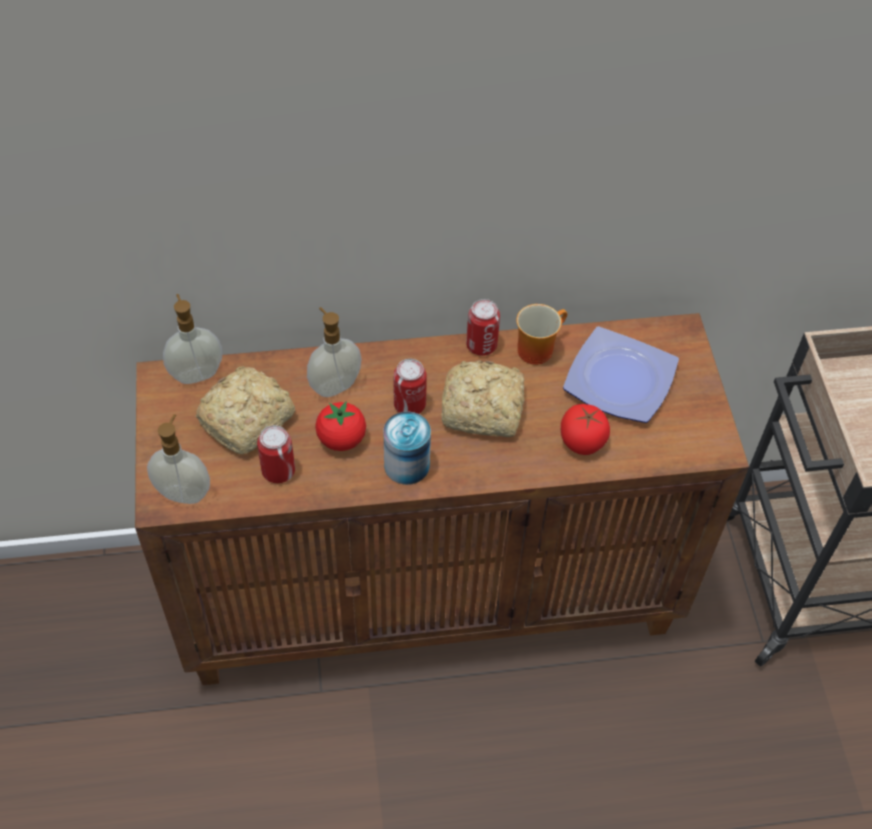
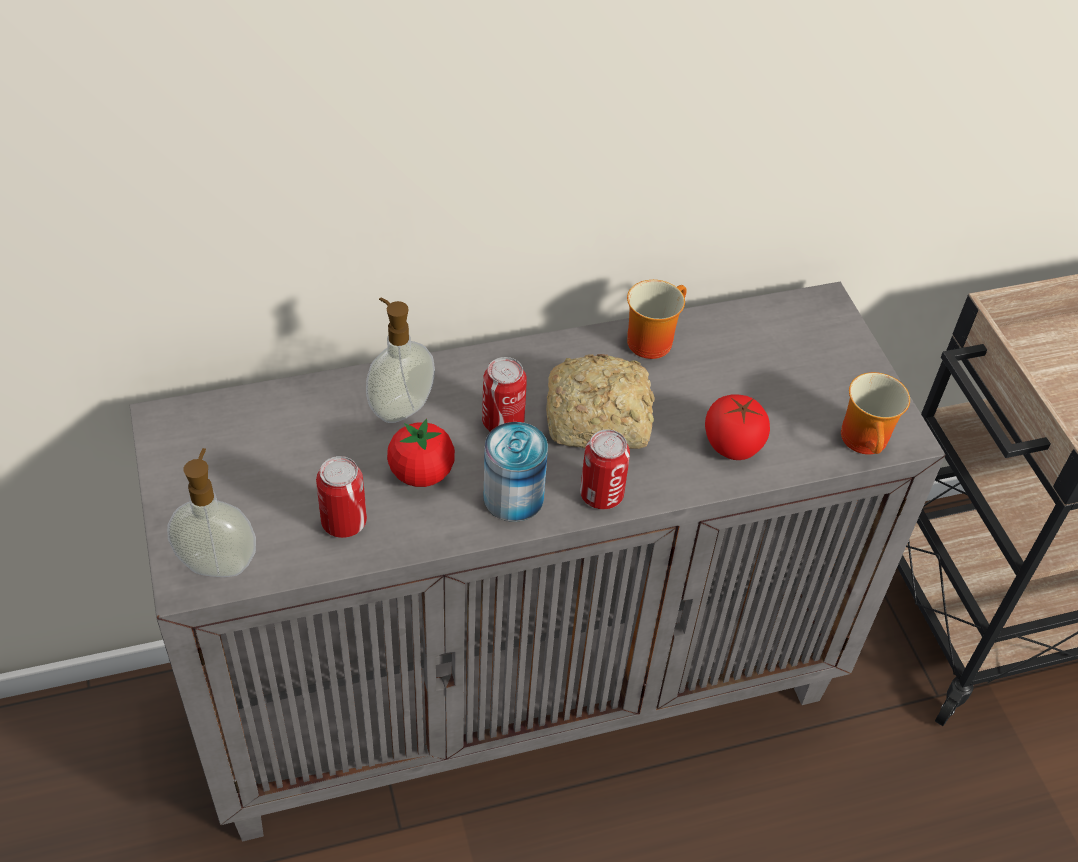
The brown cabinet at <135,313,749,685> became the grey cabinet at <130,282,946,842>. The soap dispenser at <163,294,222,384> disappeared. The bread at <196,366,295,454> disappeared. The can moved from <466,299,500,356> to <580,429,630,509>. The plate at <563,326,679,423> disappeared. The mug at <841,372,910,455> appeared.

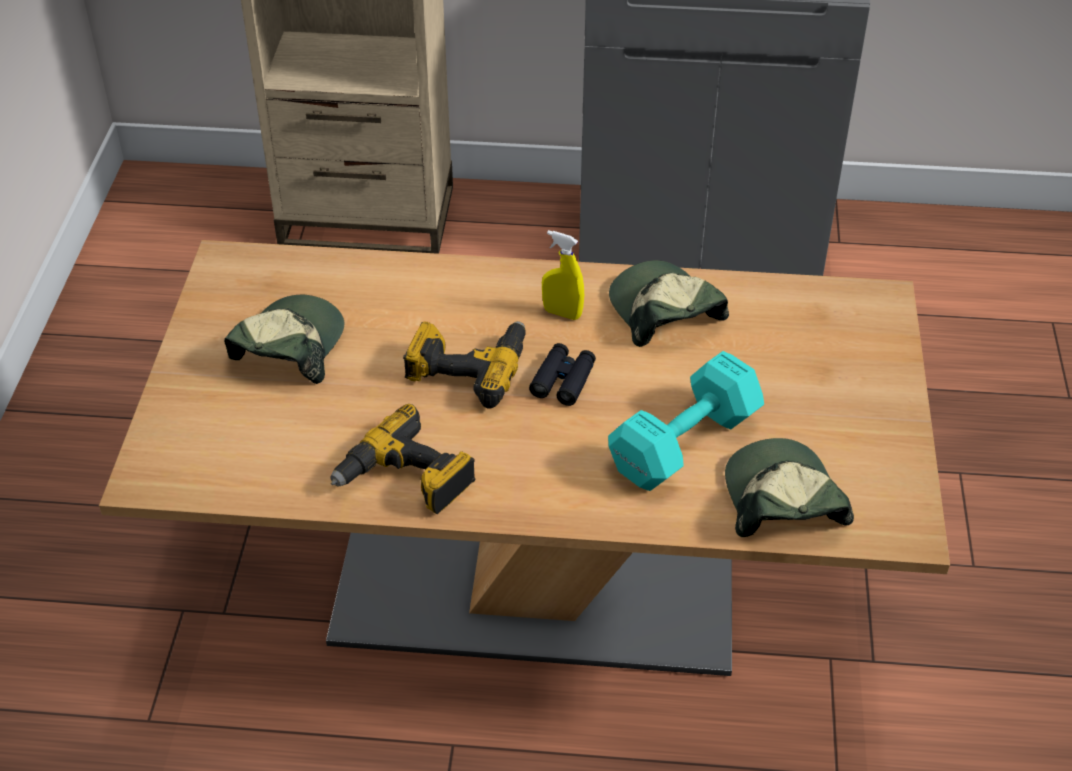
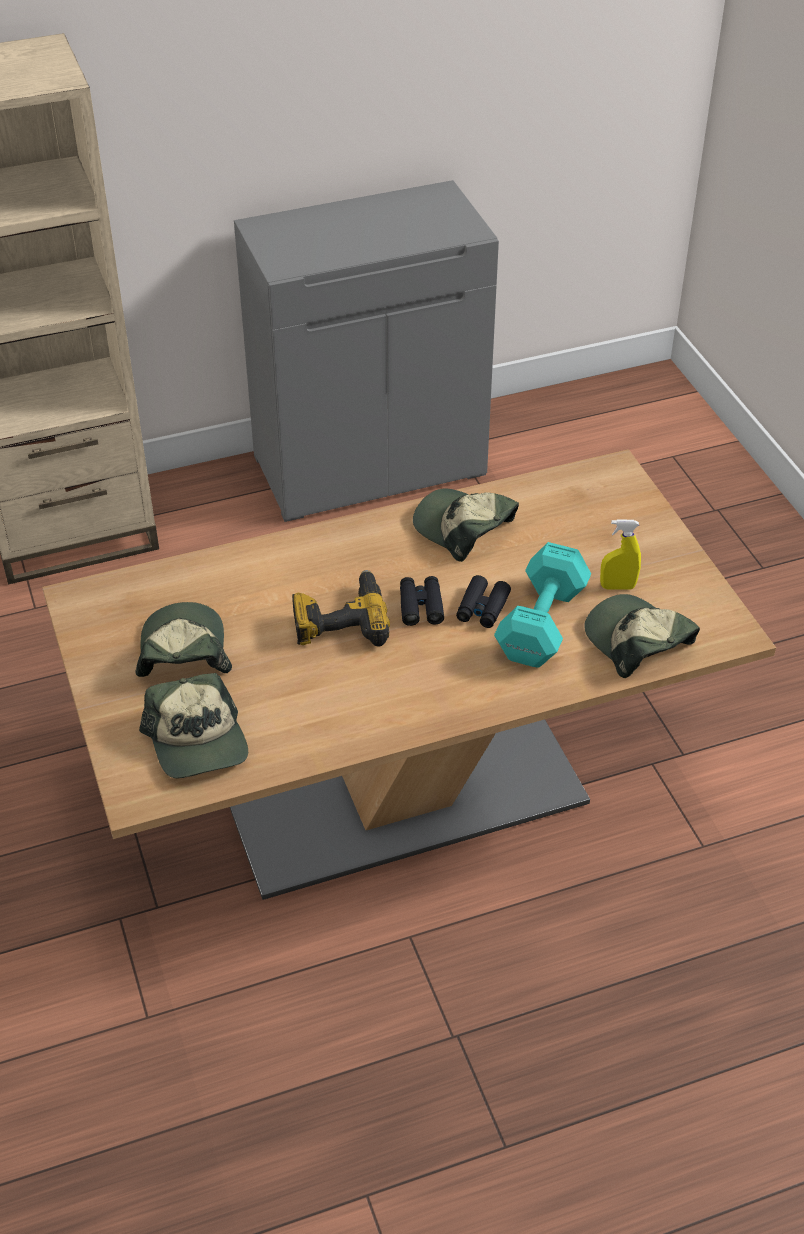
The power drill at <330,404,475,514> disappeared. The yellow spray bottle moved from <542,230,584,320> to <600,520,641,590>. The cap at <139,673,248,778> appeared. The black binoculars at <456,575,511,628> appeared.

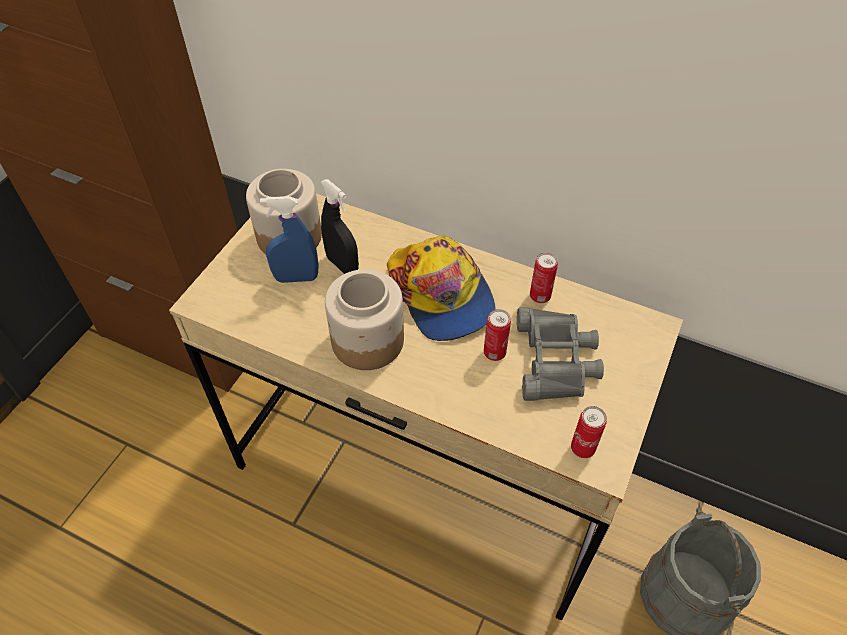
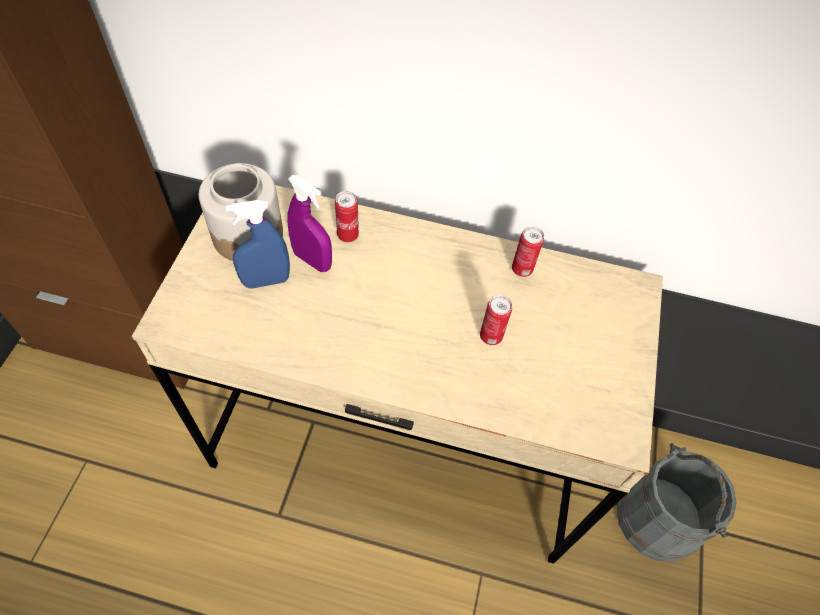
The black spray bottle at <321,179,359,274> became the purple spray bottle at <287,175,332,272>. The jar at <325,269,404,370> disappeared. The cap at <387,236,496,341> disappeared. The grey binoculars at <517,307,604,401> disappeared. The can moved from <571,406,607,458> to <335,191,359,243>.

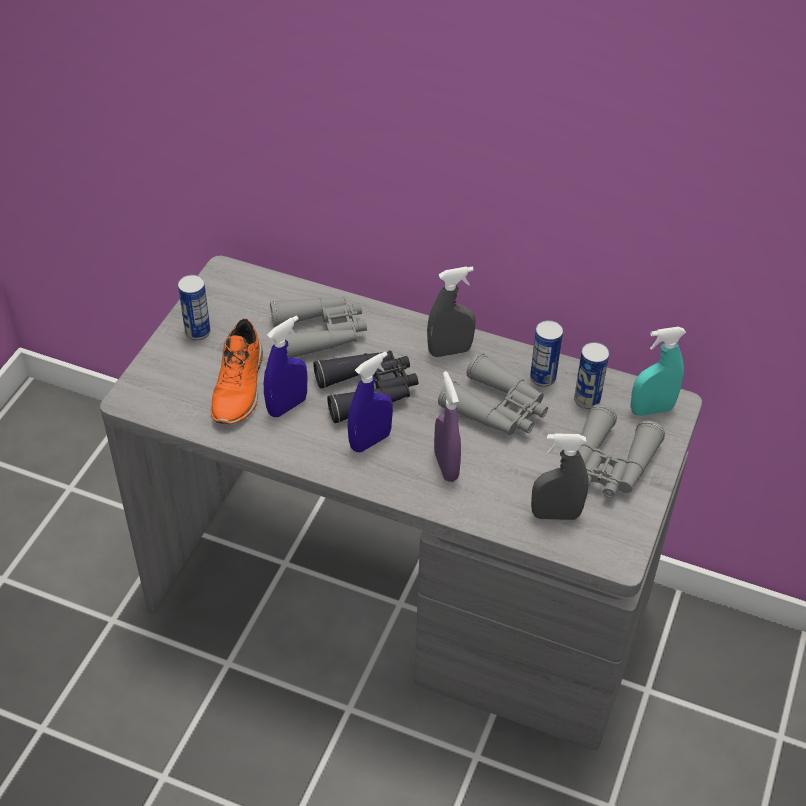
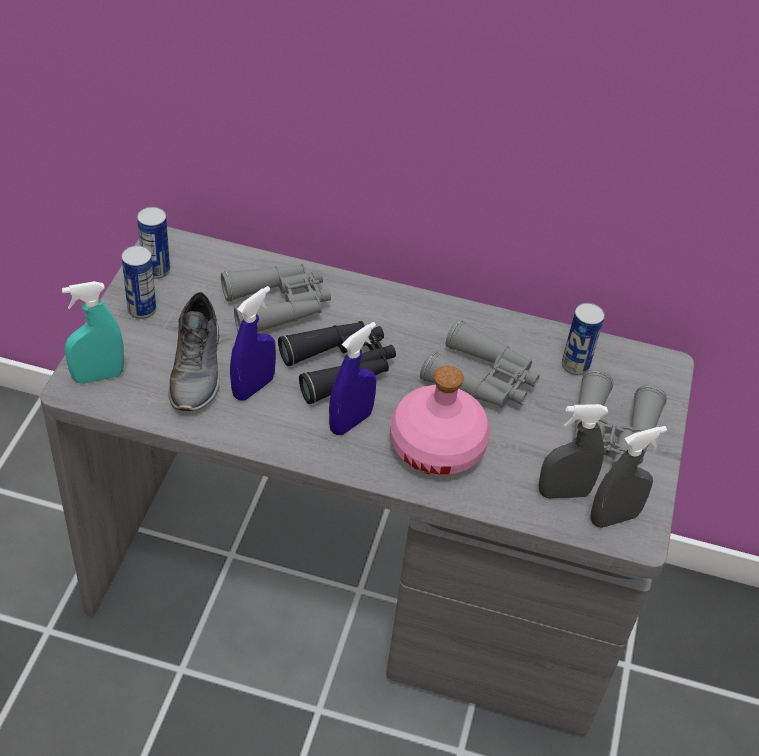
The orange shoe at <211,318,263,424> became the grey shoe at <168,292,220,411>. The grey spray bottle moved from <427,267,476,357> to <591,426,667,528>. The purple spray bottle at <434,371,461,482> was replaced by the pink bottle at <390,366,490,476>. The can moved from <530,320,563,387> to <137,207,170,279>. The turquoise spray bottle moved from <631,327,686,416> to <62,281,124,384>.

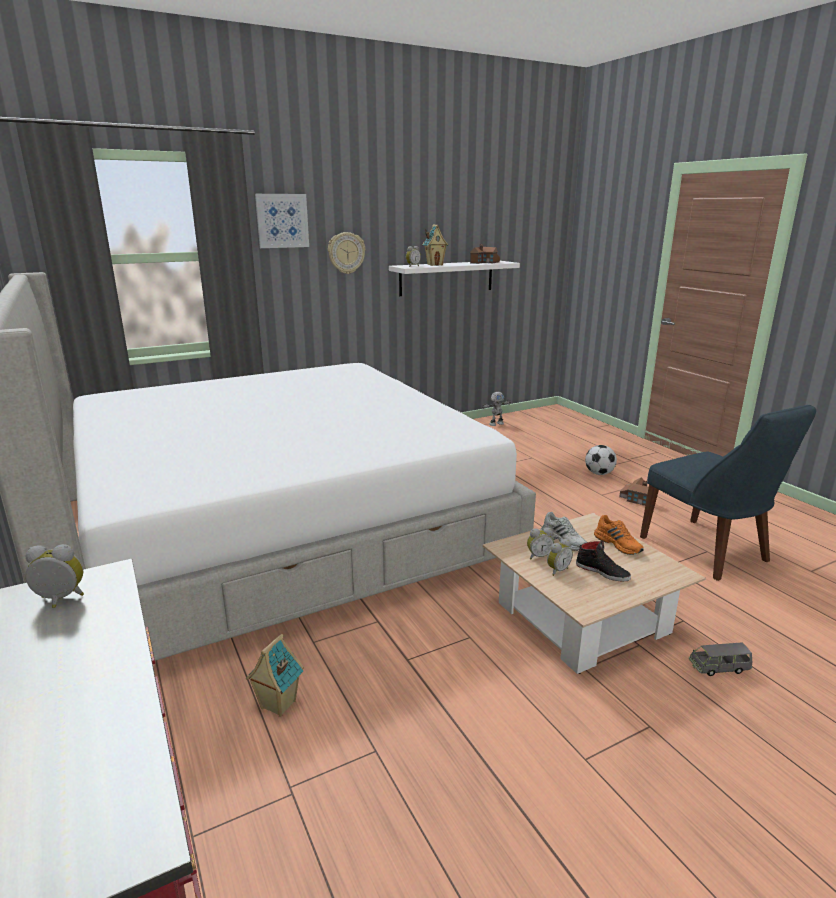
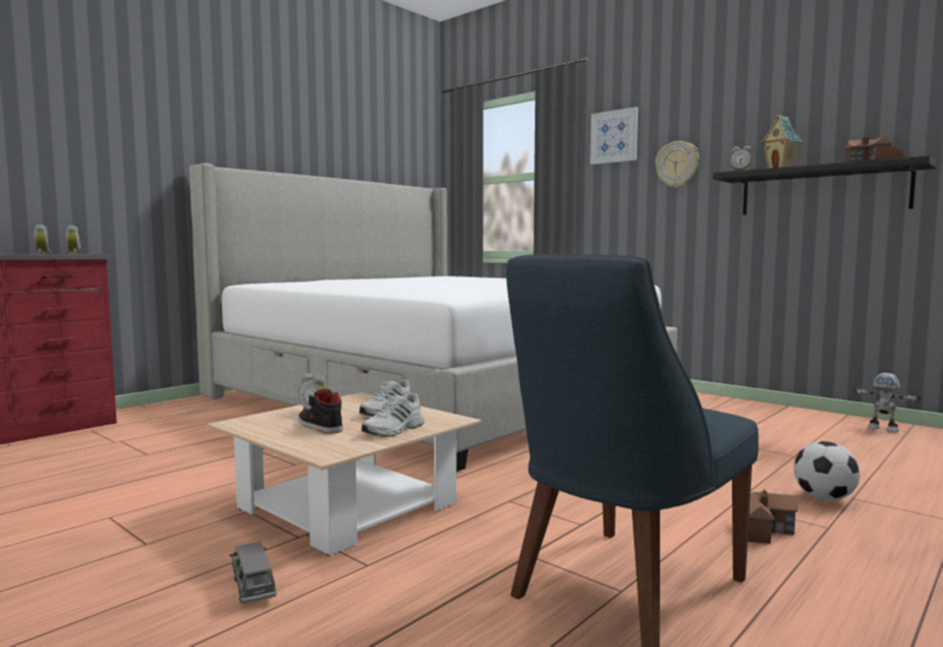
The toy house at <246,634,304,717> disappeared. The white shelf at <389,261,520,296> became the black shelf at <713,155,938,215>. The alarm clock moved from <527,527,554,559> to <34,224,52,254>. The black shoe at <576,540,631,582> turned 120 degrees clockwise. The orange shoe at <594,515,644,555> became the white shoe at <361,393,425,437>.

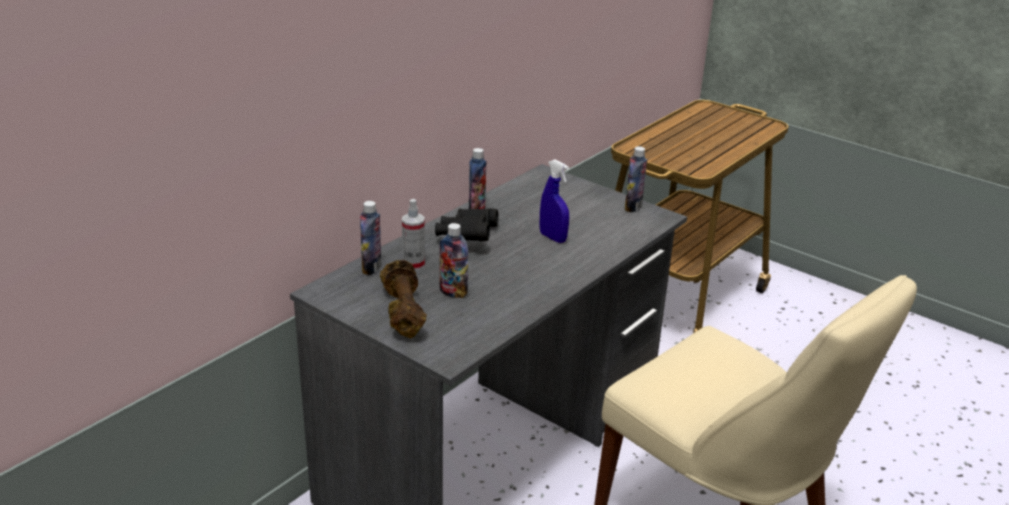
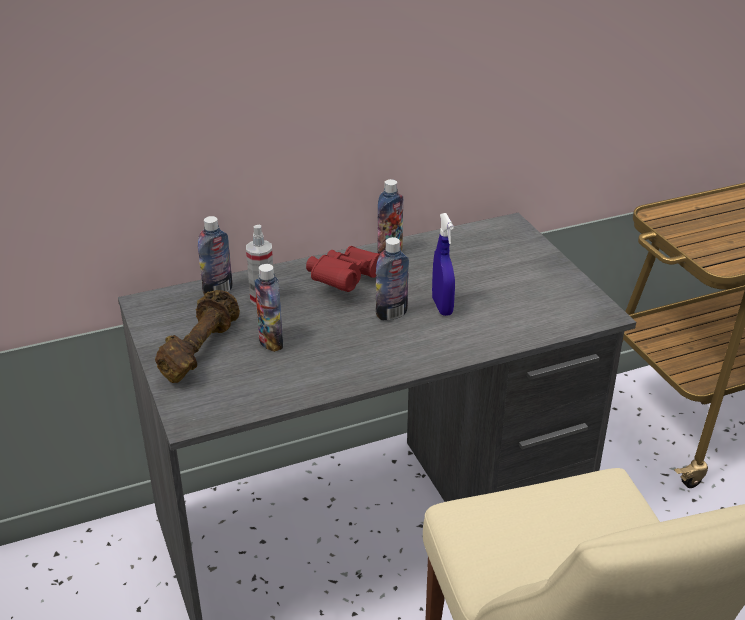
The black binoculars at <435,208,498,241> became the red binoculars at <306,246,380,292>. The bottle moved from <625,146,647,213> to <376,237,409,320>.

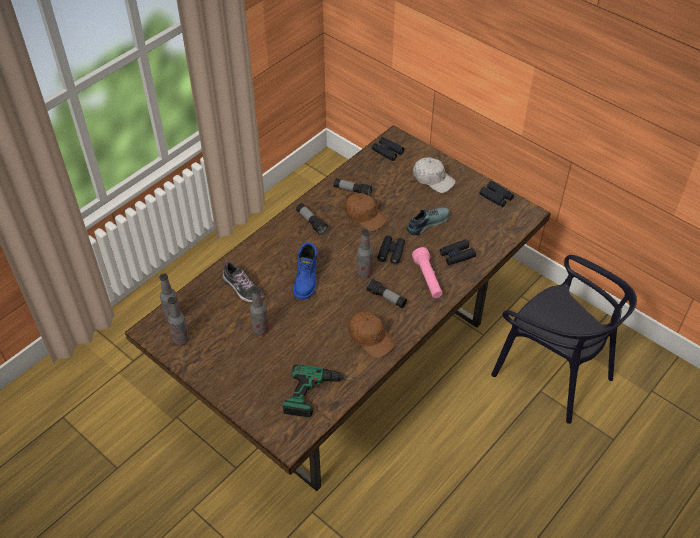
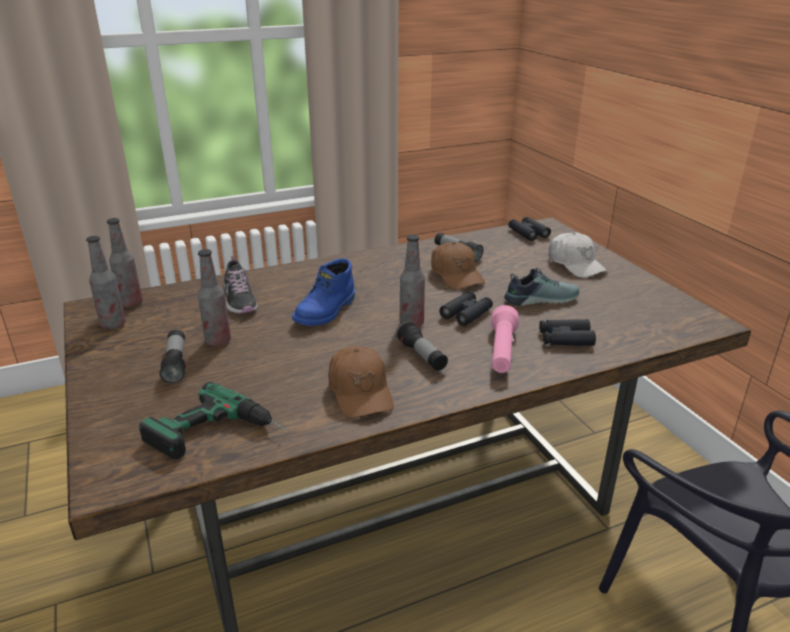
The flashlight moved from <296,203,328,234> to <159,330,186,384>. The black binoculars at <479,181,514,207> disappeared.

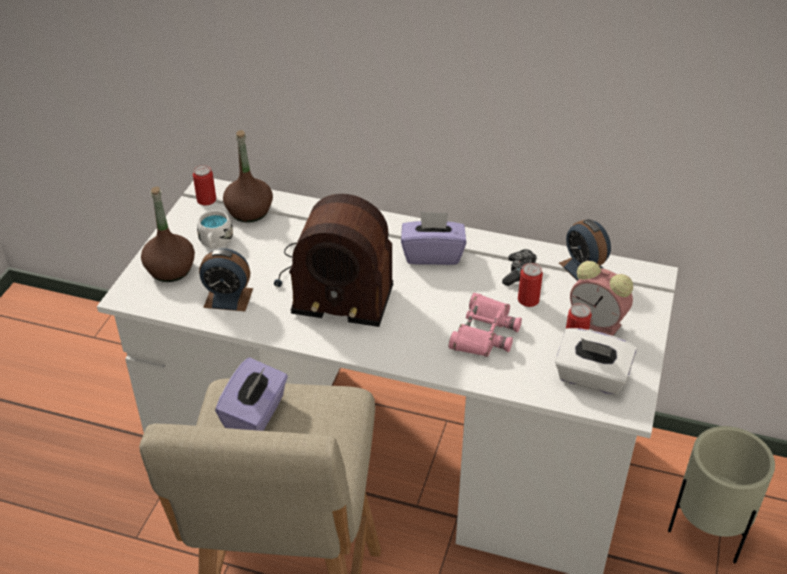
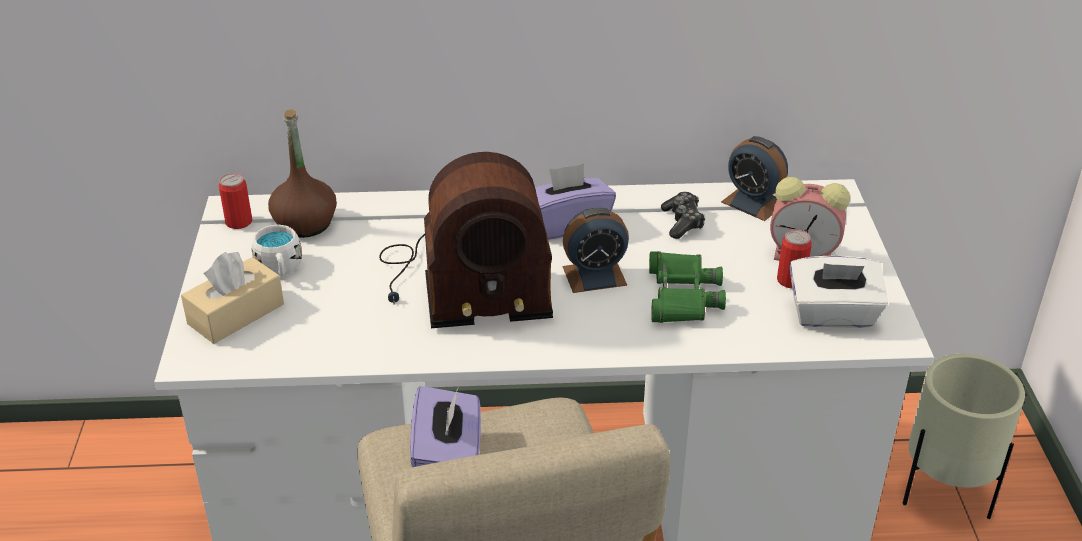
The brown bottle at <141,186,195,282> was replaced by the beige tissue box at <181,252,284,344>. The alarm clock moved from <199,248,253,311> to <563,208,629,293>. The pink binoculars at <449,293,522,357> became the green binoculars at <649,251,726,323>. The can at <518,263,543,307> disappeared.

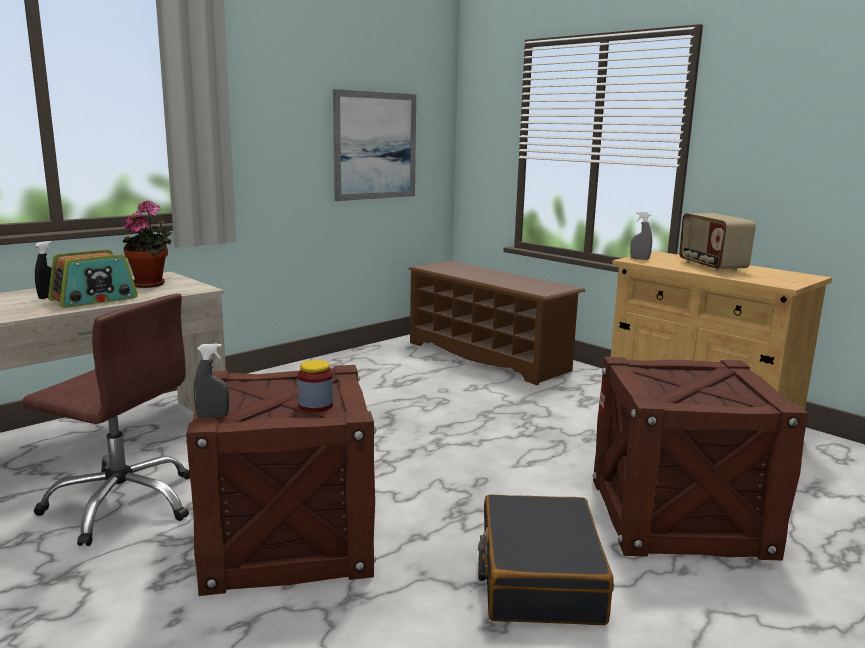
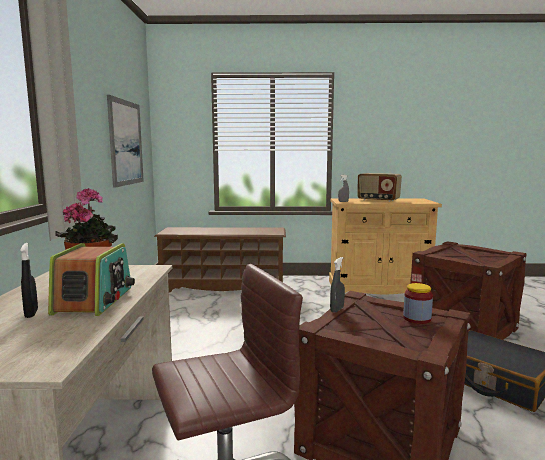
The grey spray bottle moved from <194,343,229,418> to <330,257,345,313>.

